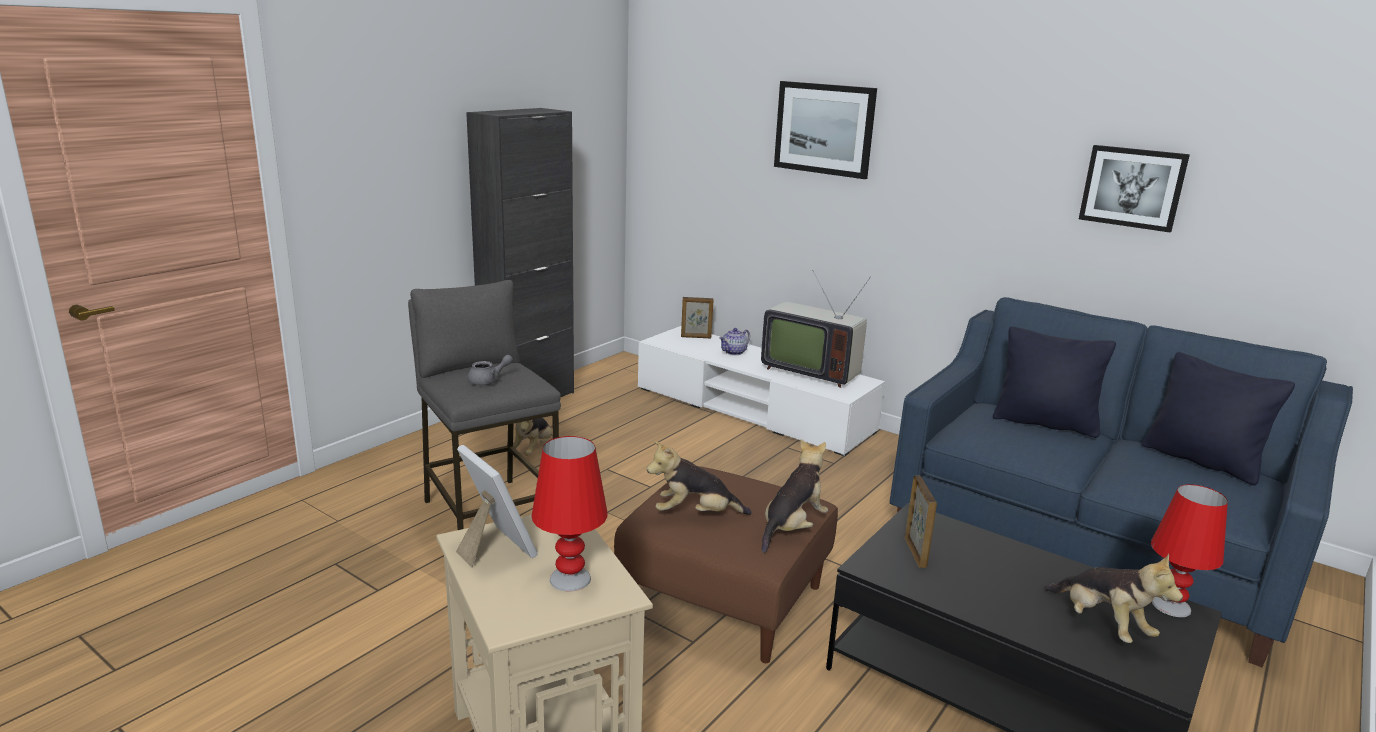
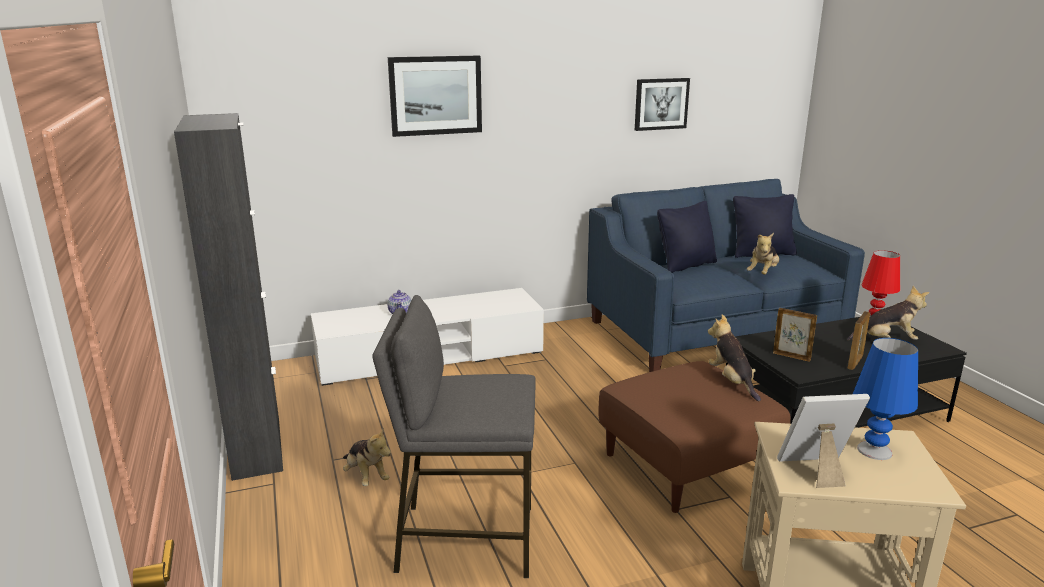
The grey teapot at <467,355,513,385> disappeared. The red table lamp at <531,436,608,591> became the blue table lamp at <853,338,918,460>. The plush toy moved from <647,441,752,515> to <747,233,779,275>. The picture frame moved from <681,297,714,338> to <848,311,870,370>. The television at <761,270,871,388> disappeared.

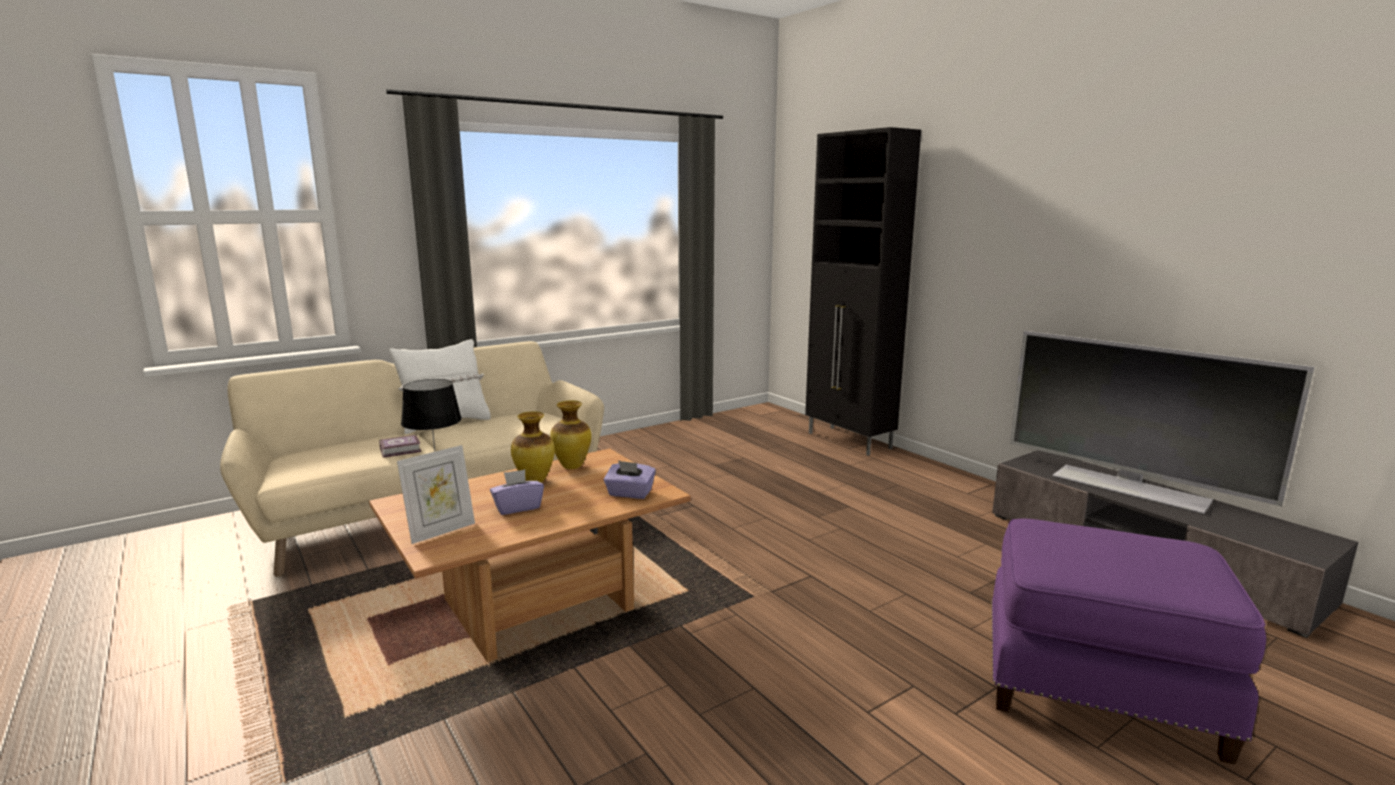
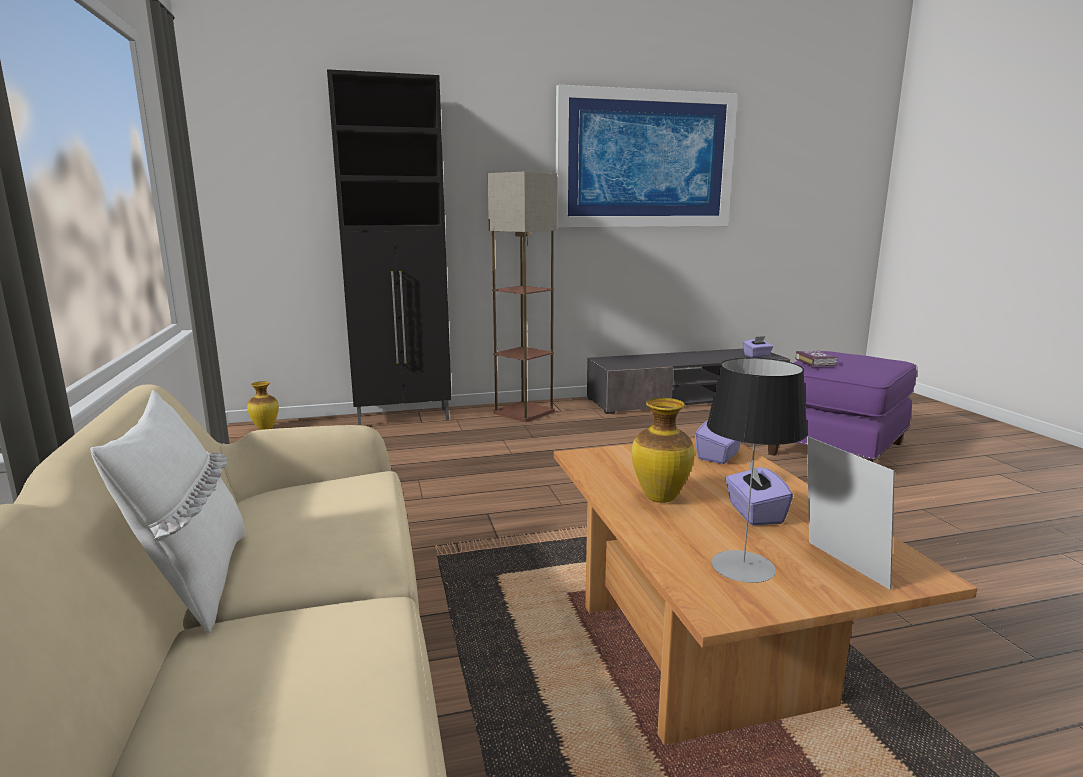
The book moved from <379,434,421,458> to <795,351,838,367>. The vase moved from <550,400,591,469> to <247,381,279,430>. The television at <1010,331,1315,514> disappeared. The floor lamp at <488,171,557,422> appeared. The picture at <556,85,738,227> appeared. The purple tissue box at <743,336,773,357> appeared.

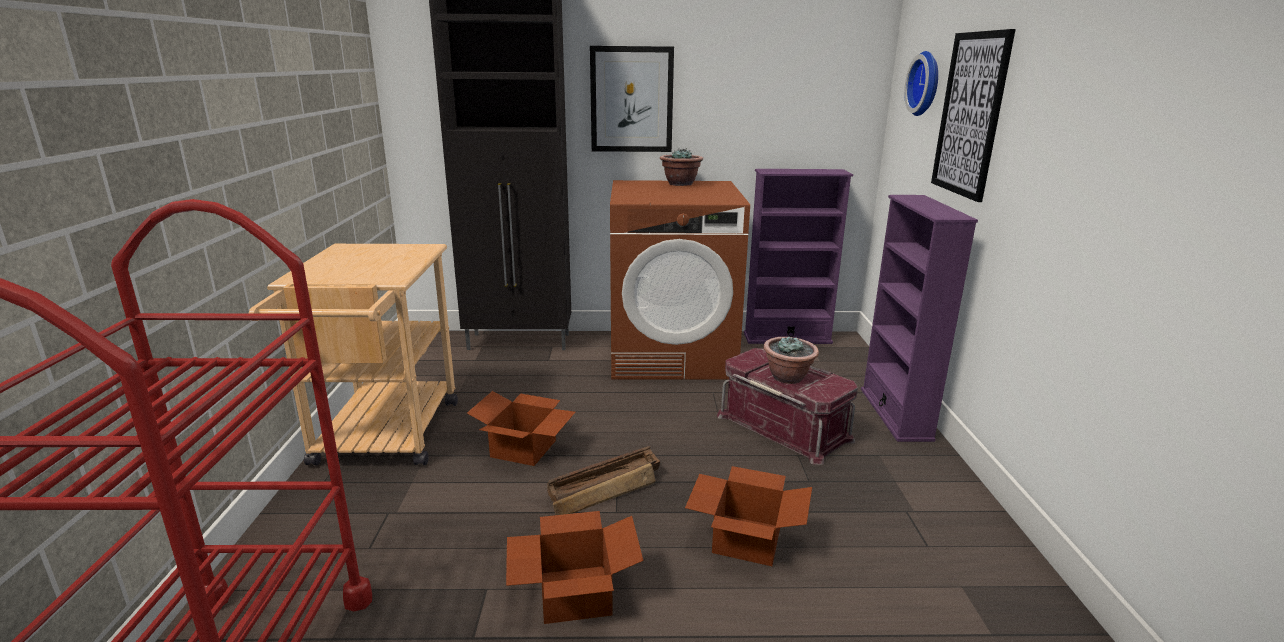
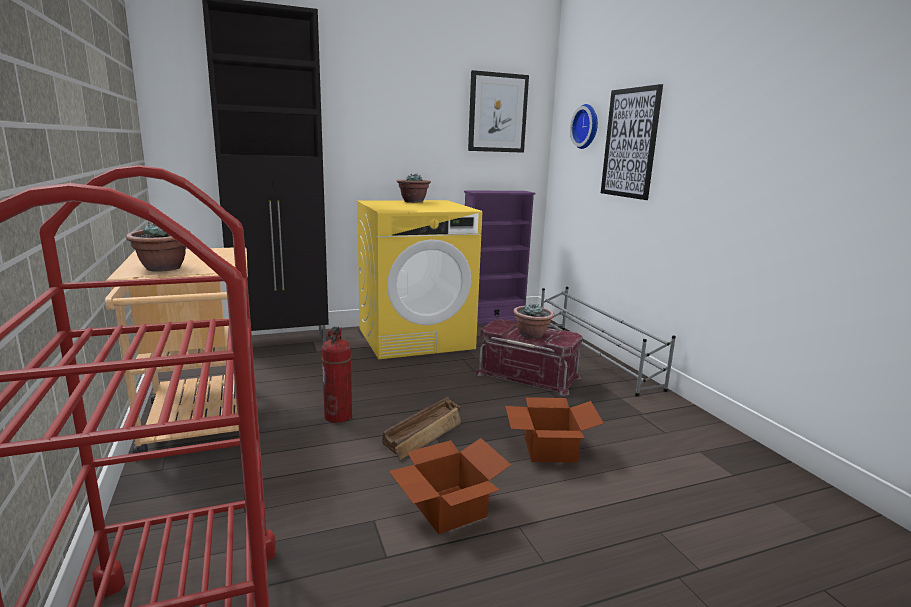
The cardboard box at <467,391,575,466> was replaced by the fire extinguisher at <322,327,352,423>. The picture moved from <590,46,674,152> to <468,70,529,153>. The brown washing machine at <610,180,750,380> became the yellow washing machine at <357,200,482,359>. The purple bookcase at <861,195,978,442> was replaced by the grey shoe rack at <541,287,676,397>. The potted plant at <126,222,190,272> appeared.

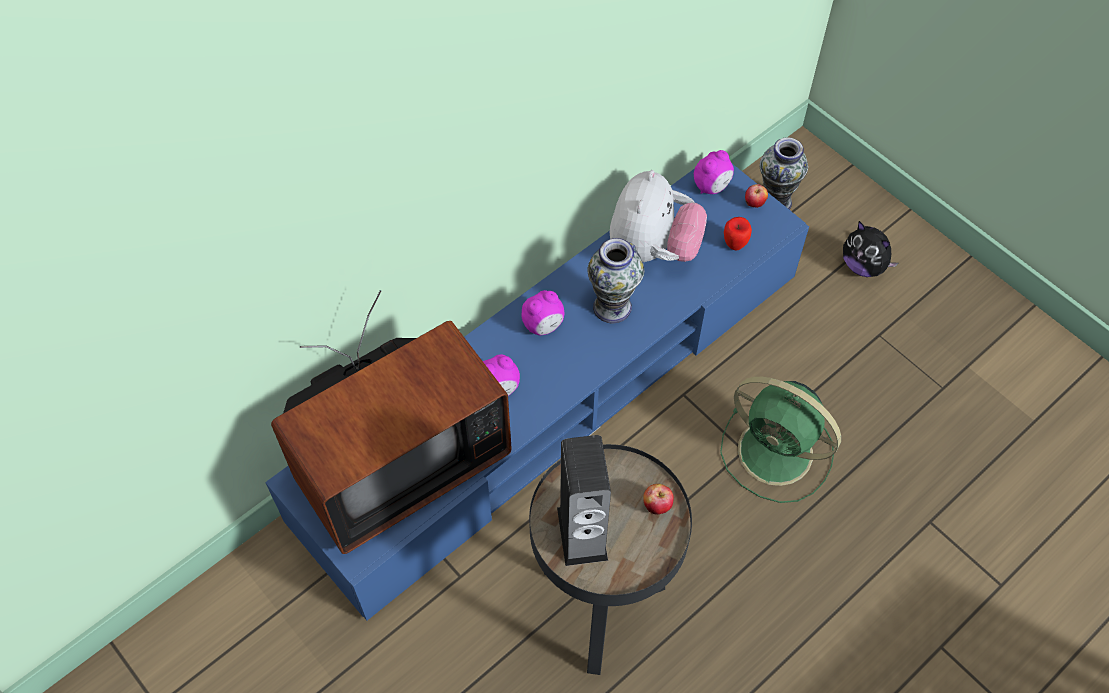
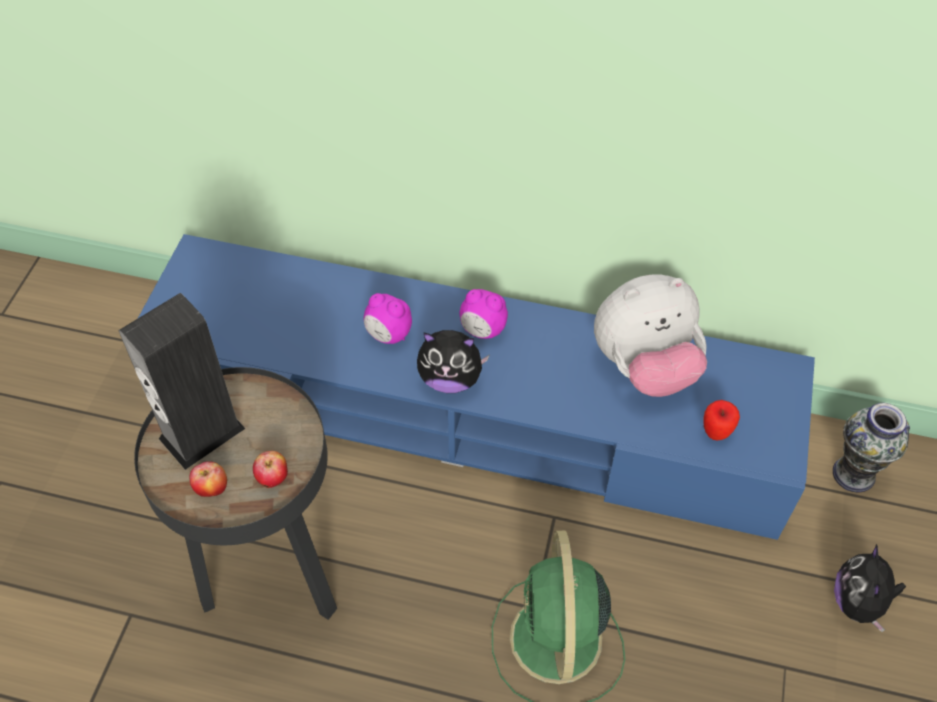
The television at <271,290,512,554> disappeared. The vase at <588,238,644,323> disappeared. The alarm clock at <694,150,734,194> disappeared. The apple moved from <745,184,768,208> to <190,461,227,497>. The plush toy at <417,330,489,393> appeared.

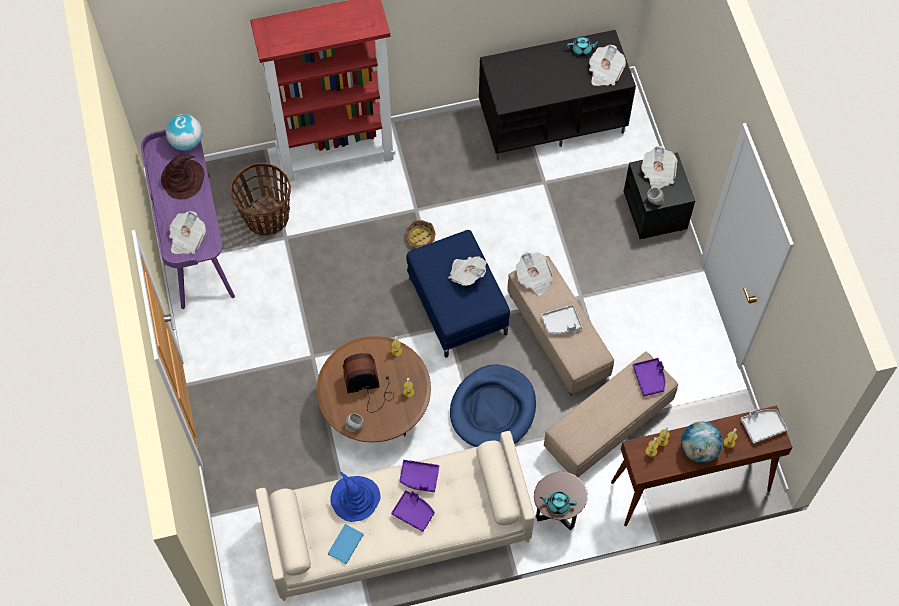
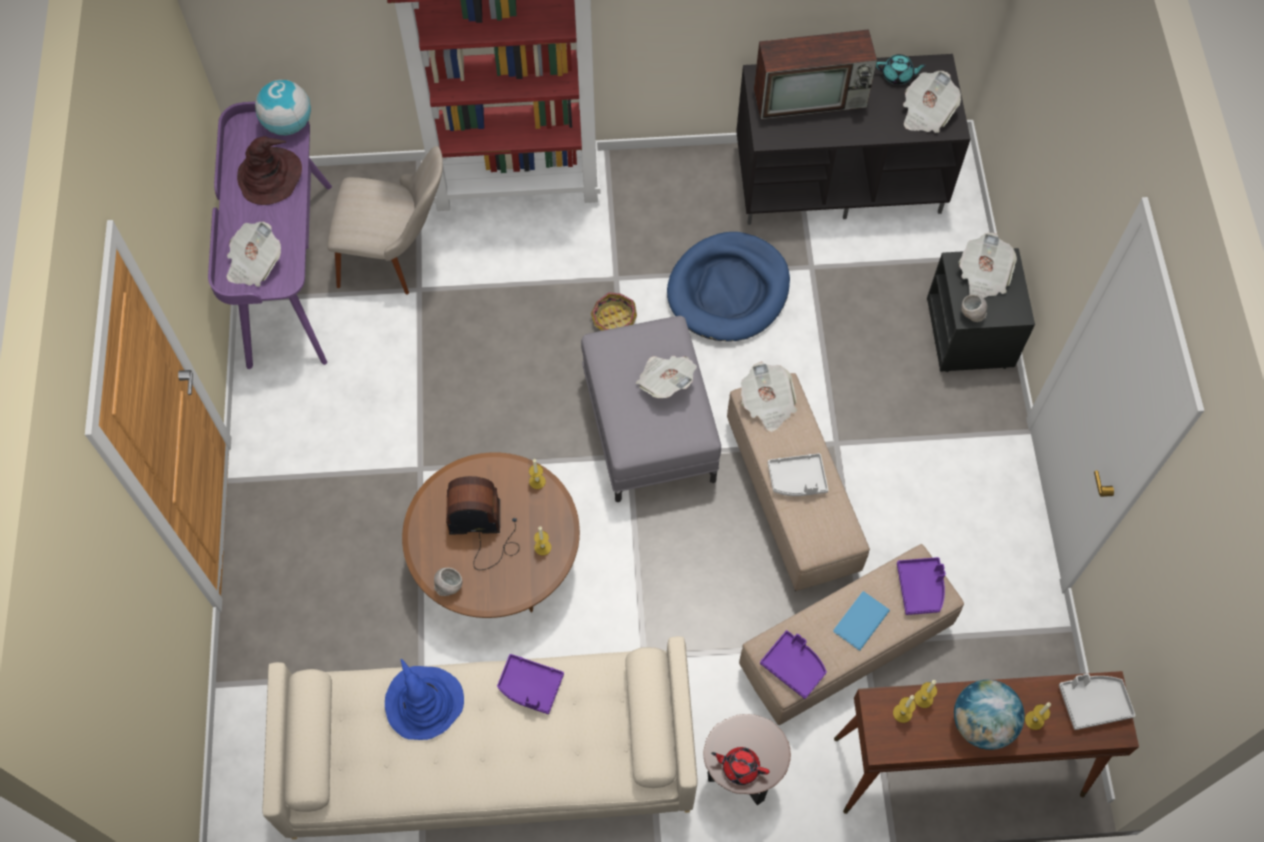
The basket at <230,163,291,236> was replaced by the beige chair at <327,146,443,295>. The blue book moved from <328,524,364,564> to <833,591,890,651>. The purple tray moved from <391,490,435,532> to <760,630,827,699>. The blue ottoman at <406,230,510,358> became the grey ottoman at <581,316,721,502>. The blue dog bed moved from <450,364,536,447> to <667,232,790,342>. The turquoise teapot at <540,491,577,514> became the red teapot at <711,747,769,785>. The television at <754,29,877,119> appeared.

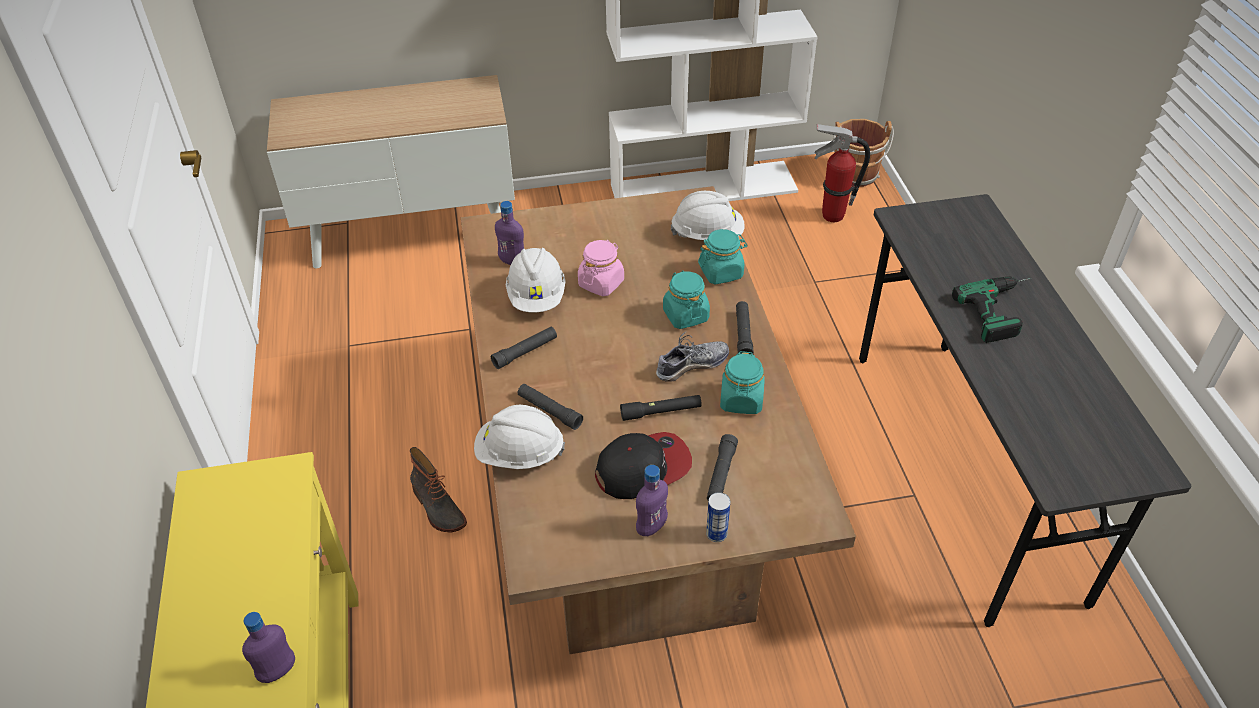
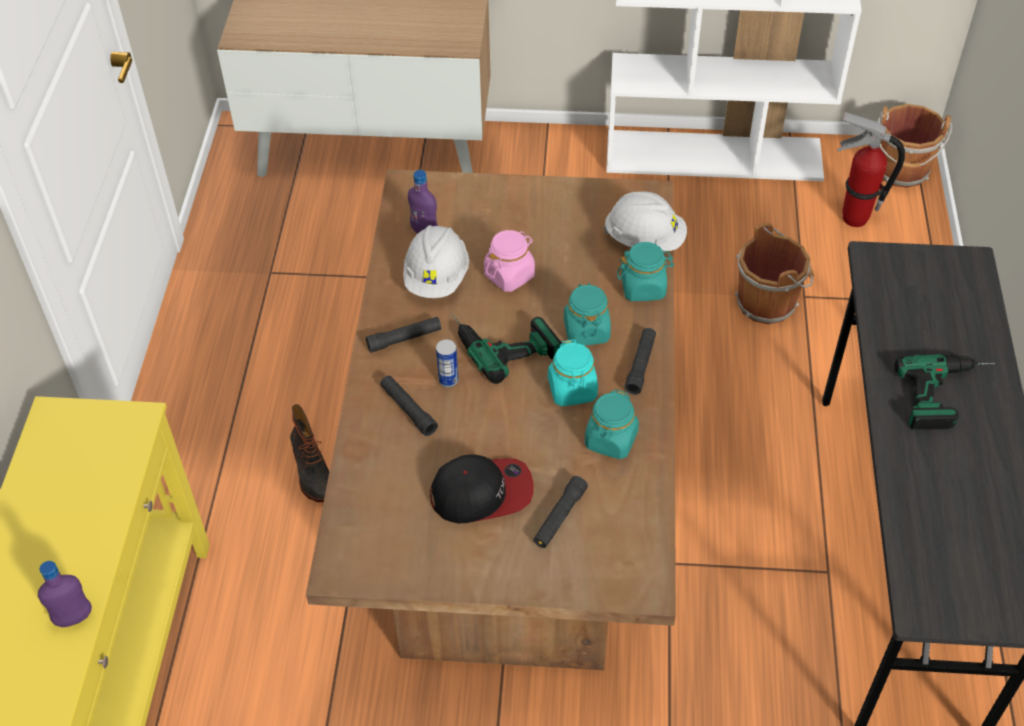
The white hard hat at <474,405,565,469> disappeared. The black flashlight at <620,395,702,421> disappeared. The purple bottle at <636,465,668,536> disappeared. The shoe at <656,332,729,382> was replaced by the turquoise jar at <548,339,598,406>. The can moved from <706,492,730,542> to <436,339,458,387>. The power drill at <452,314,562,384> appeared. The brown bucket at <735,223,814,324> appeared.

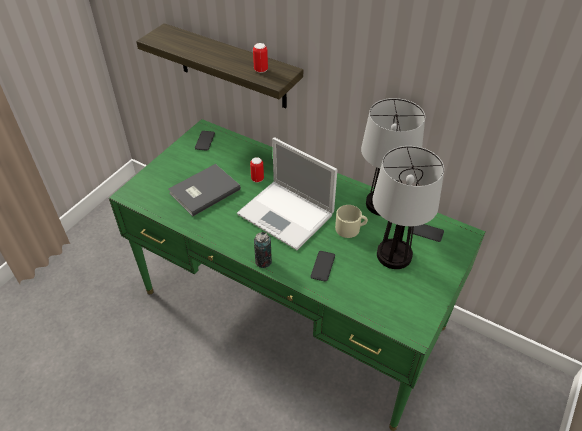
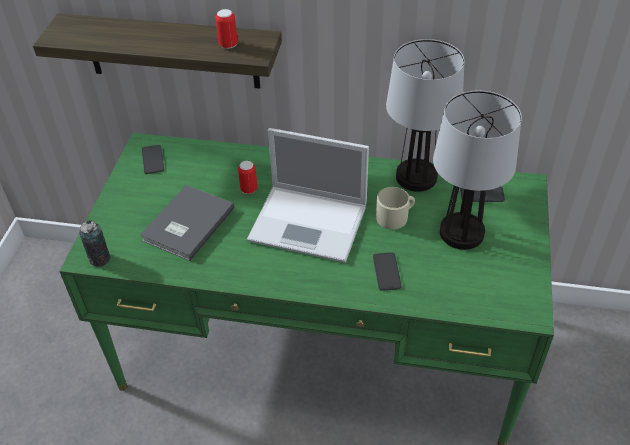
The can moved from <254,232,272,268> to <79,220,111,267>.

